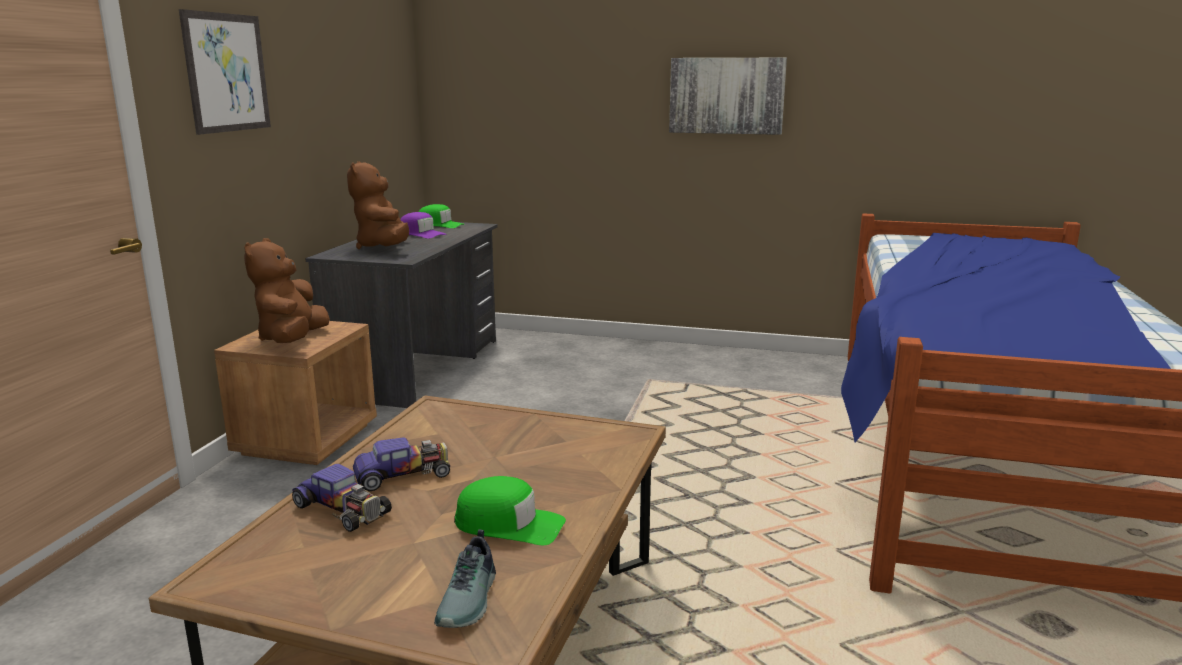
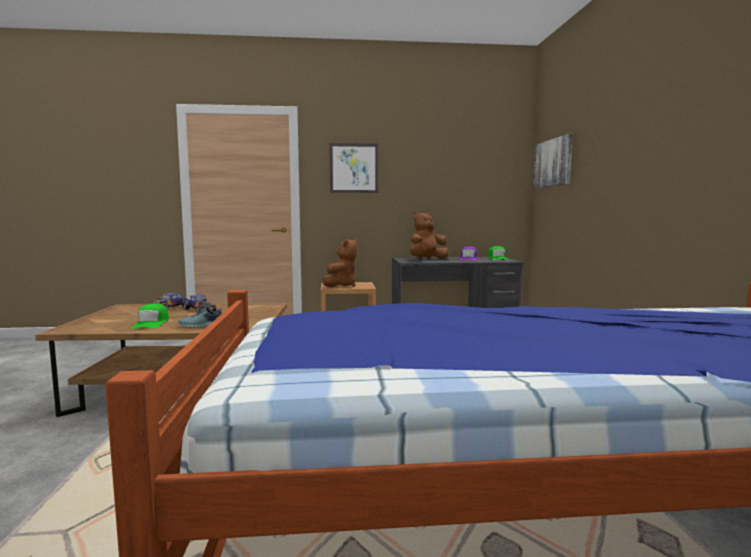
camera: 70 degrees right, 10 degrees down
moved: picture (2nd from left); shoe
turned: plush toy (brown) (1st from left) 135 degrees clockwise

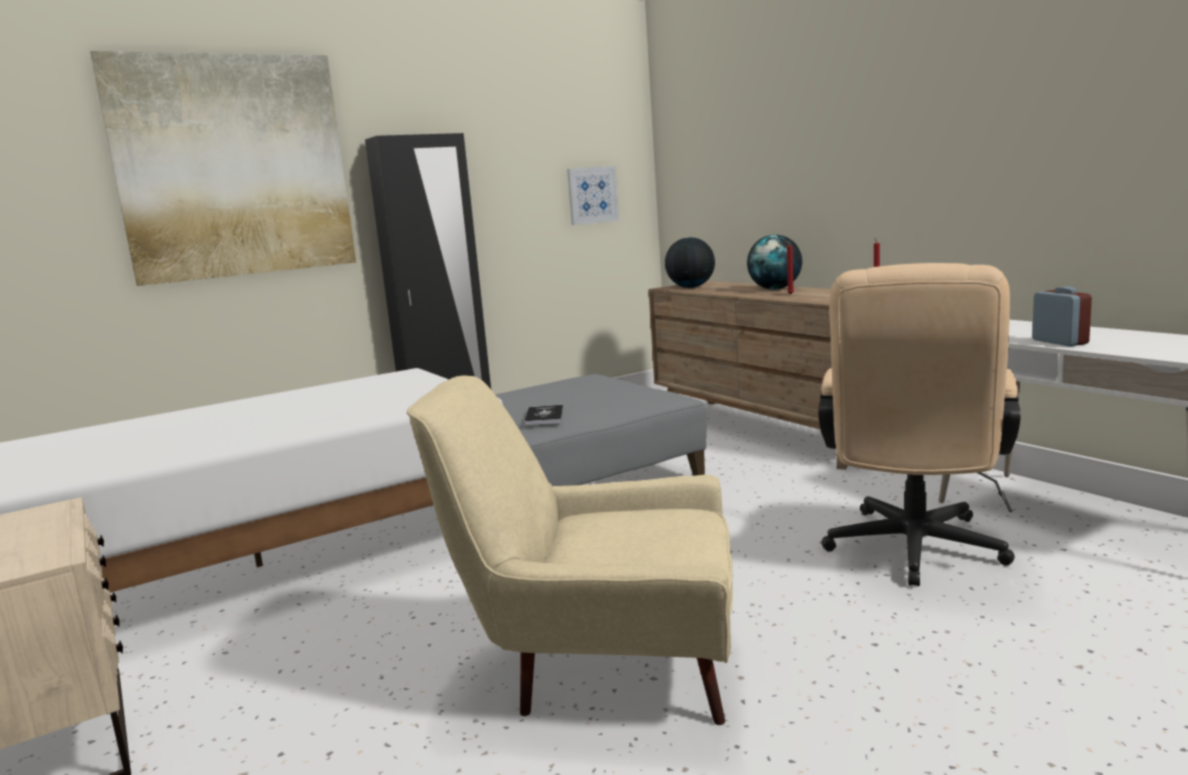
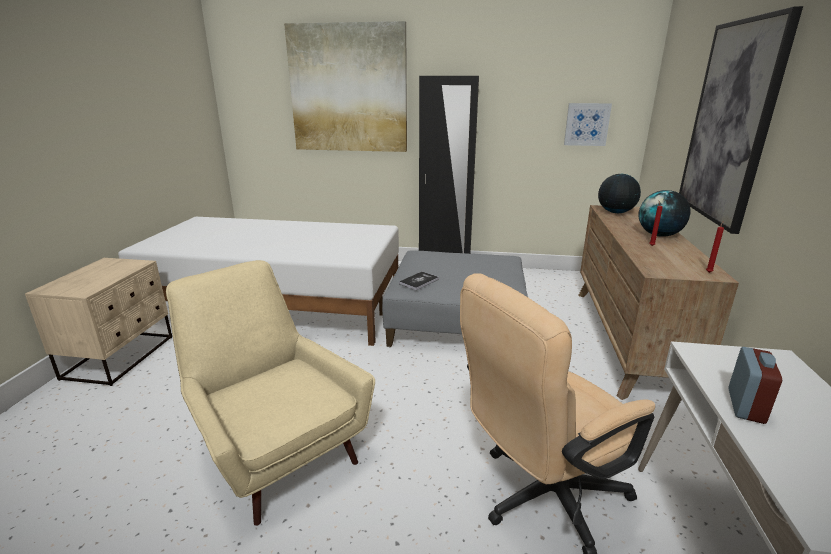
camera: 40 degrees right, 10 degrees up
added: picture (3rd from left)

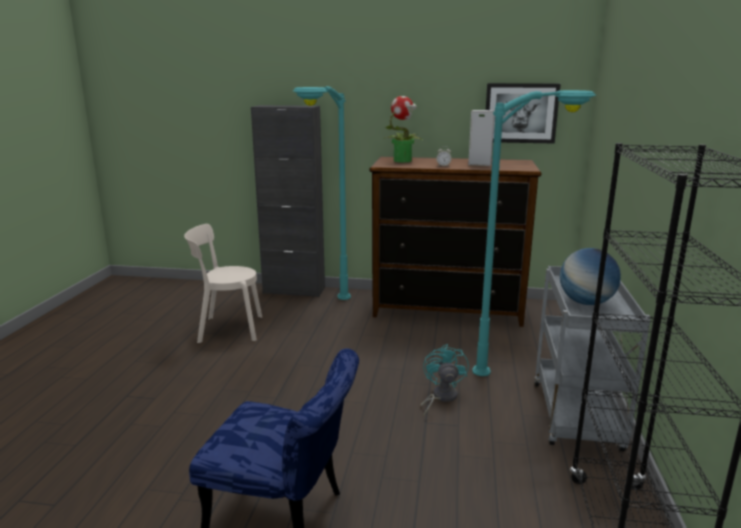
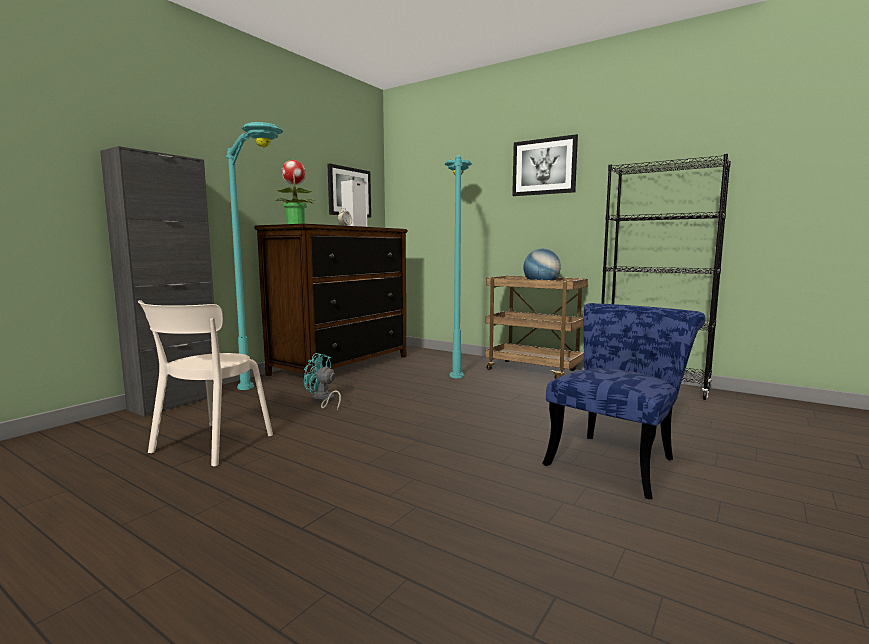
camera: 65 degrees left, 10 degrees down
added: picture (2nd from left)
moved: fan (turquoise)
recoloured: cart (grey) to cart (brown)

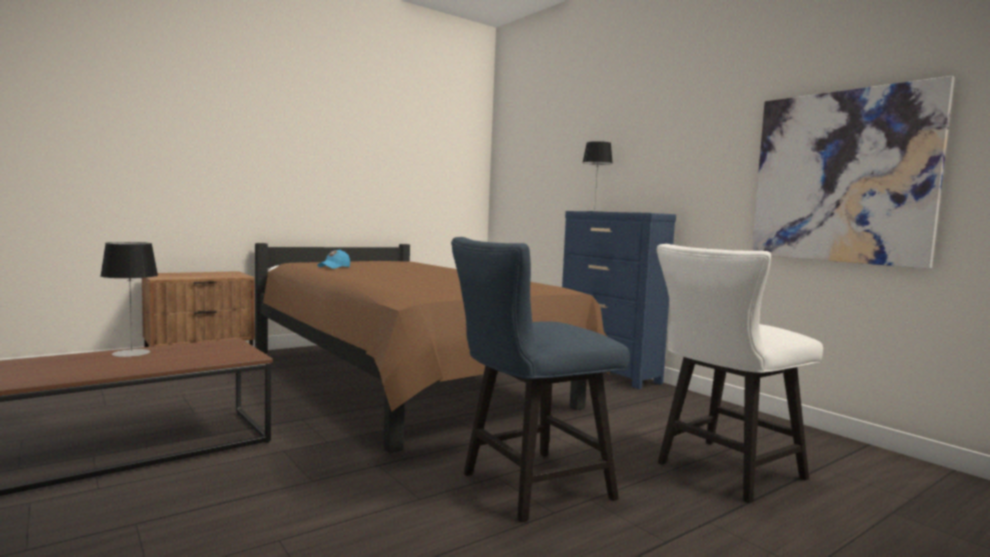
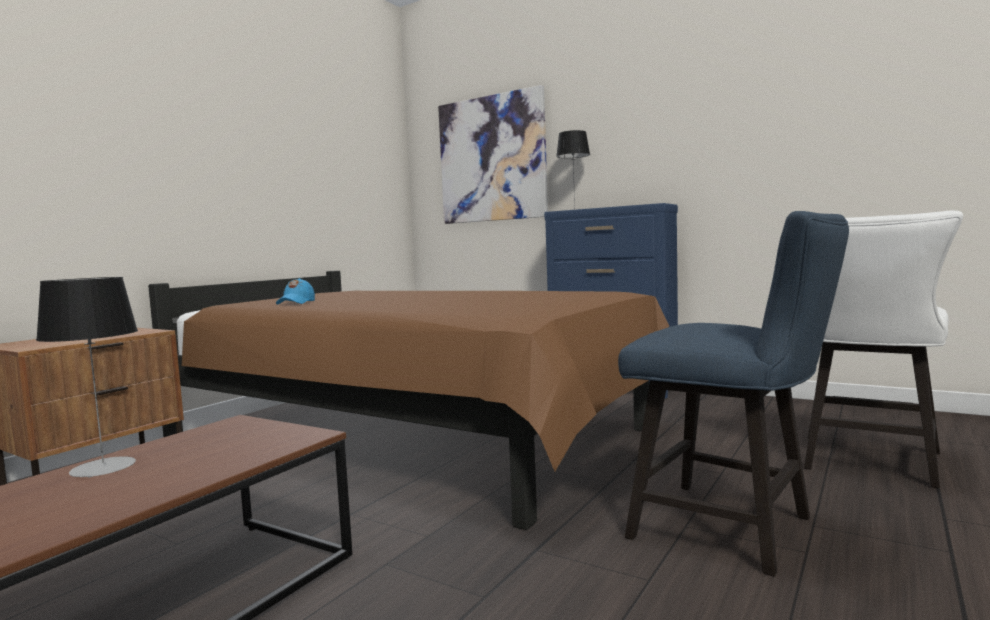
camera: 20 degrees left, 0 degrees up
moved: picture
turned: chair (blue) 90 degrees counterclockwise

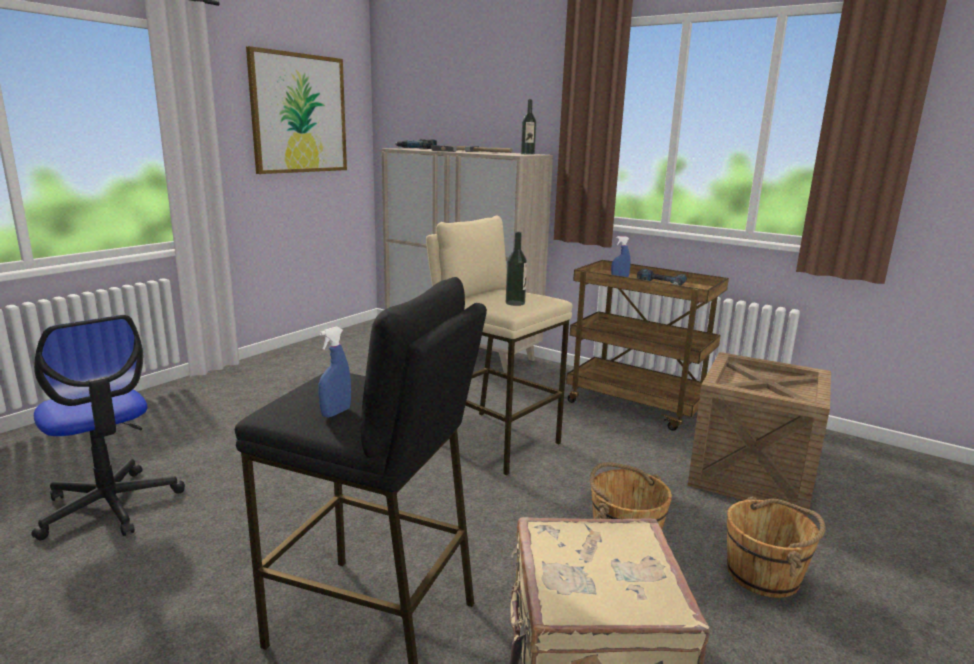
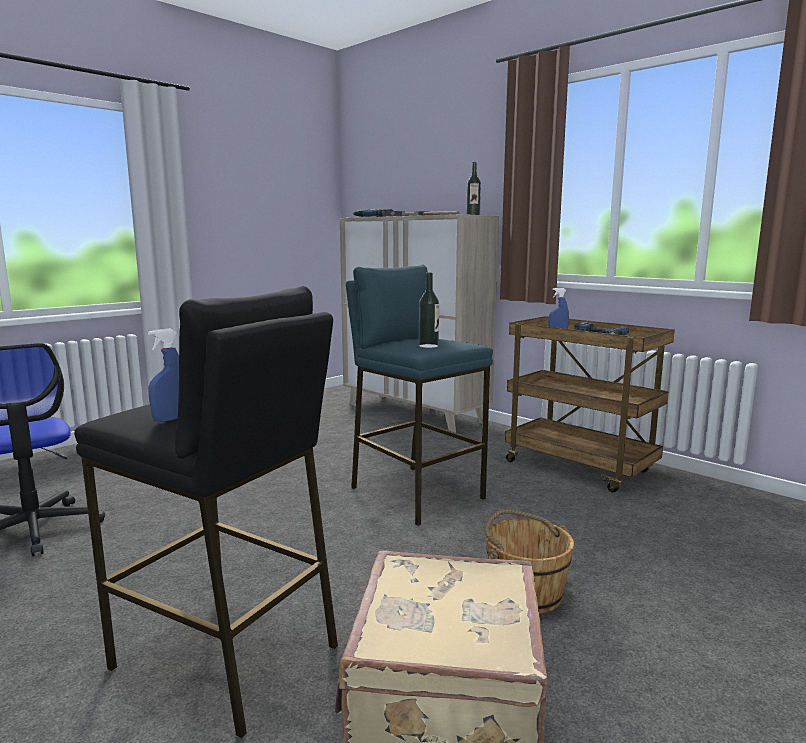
camera: 10 degrees right, 5 degrees down
removed: picture; crate; bucket (brown) (2nd from left)
recoloured: stool (beige) to stool (blue)

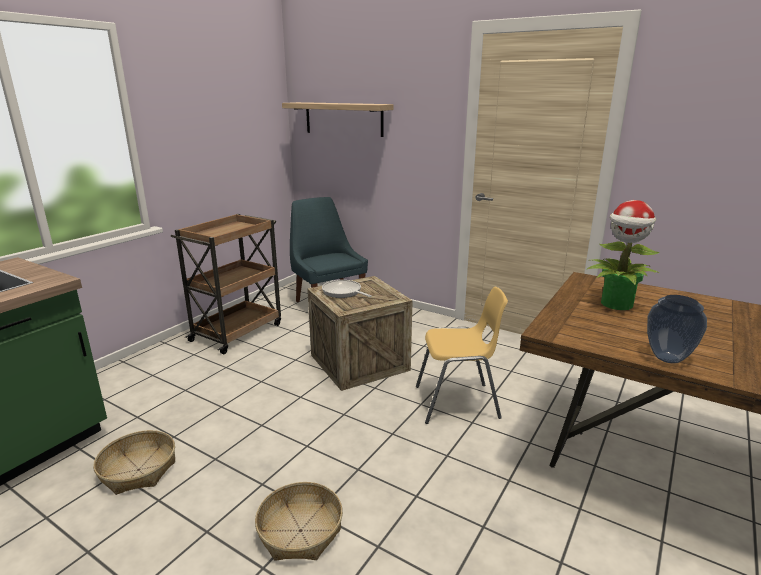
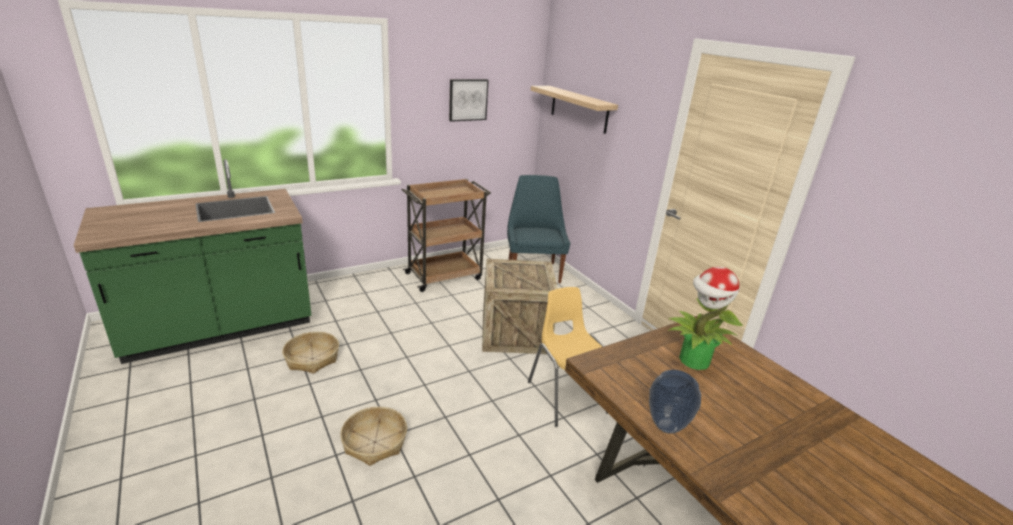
camera: 25 degrees right, 5 degrees up
removed: frying pan
added: picture
turned: chair (yellow) 135 degrees counterclockwise

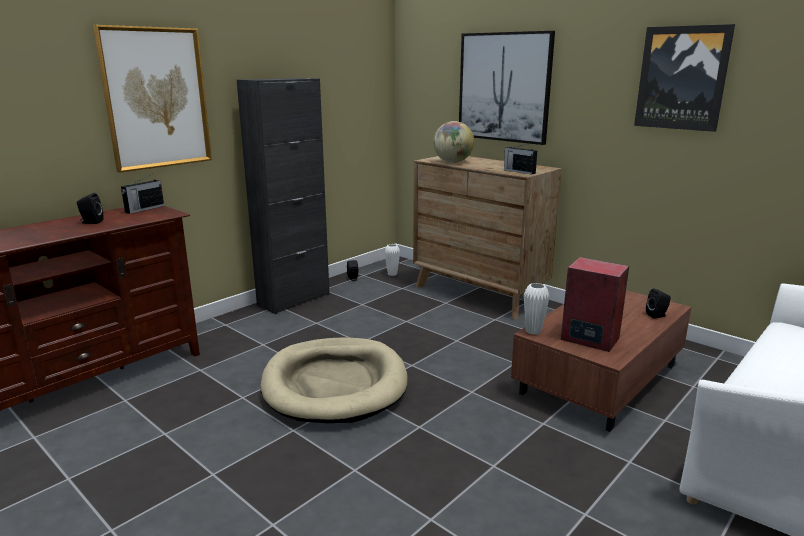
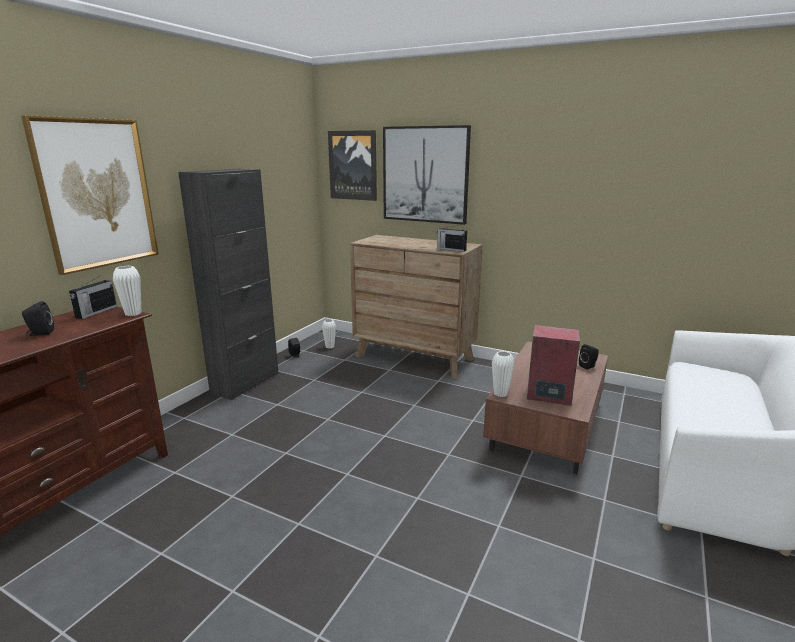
camera: 15 degrees left, 0 degrees up
removed: globe; dog bed (beige)
added: vase (white) (1st from left)
moved: picture (3rd from left in the first image) to picture (2nd from left)

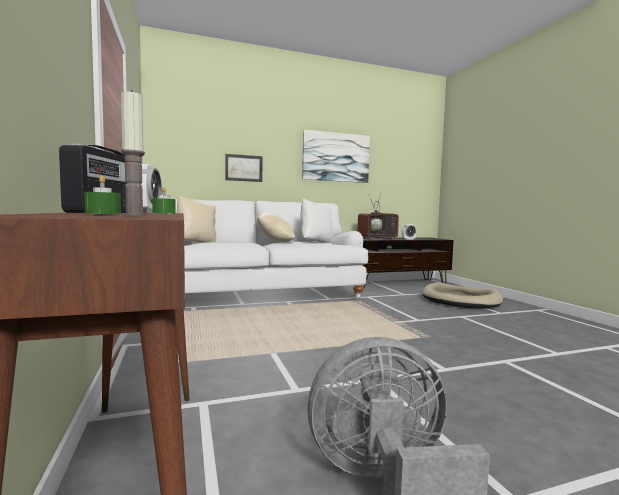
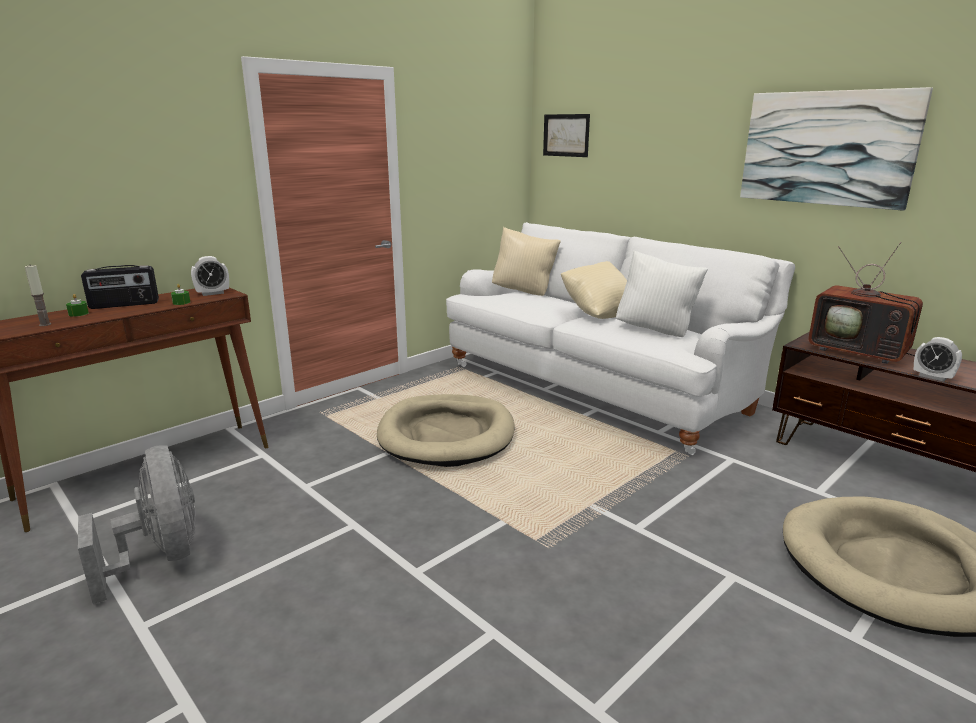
camera: 65 degrees right, 15 degrees up
added: dog bed (beige) (1st from left)
moved: picture (1st from left)

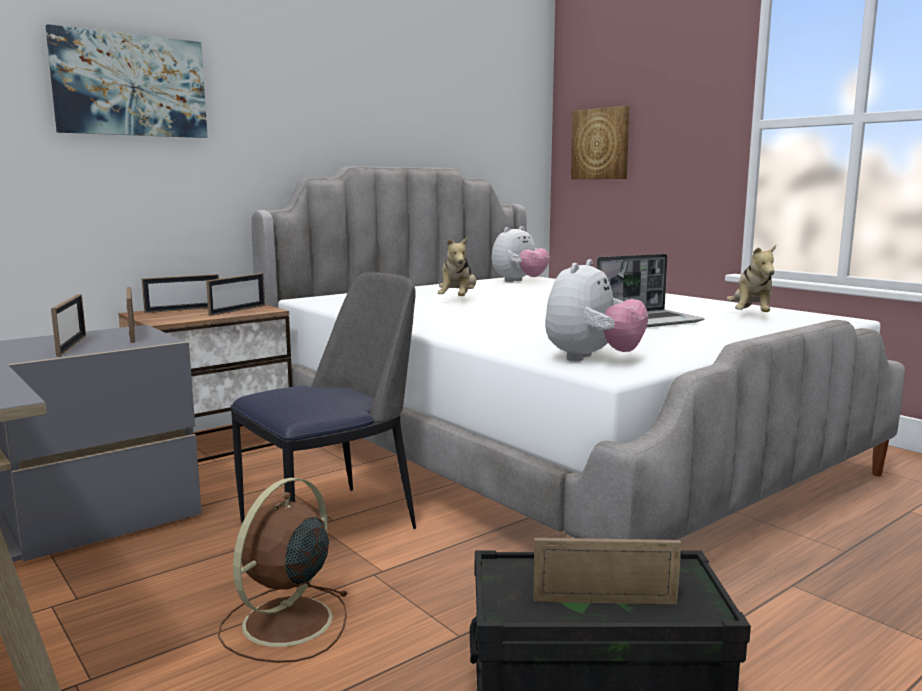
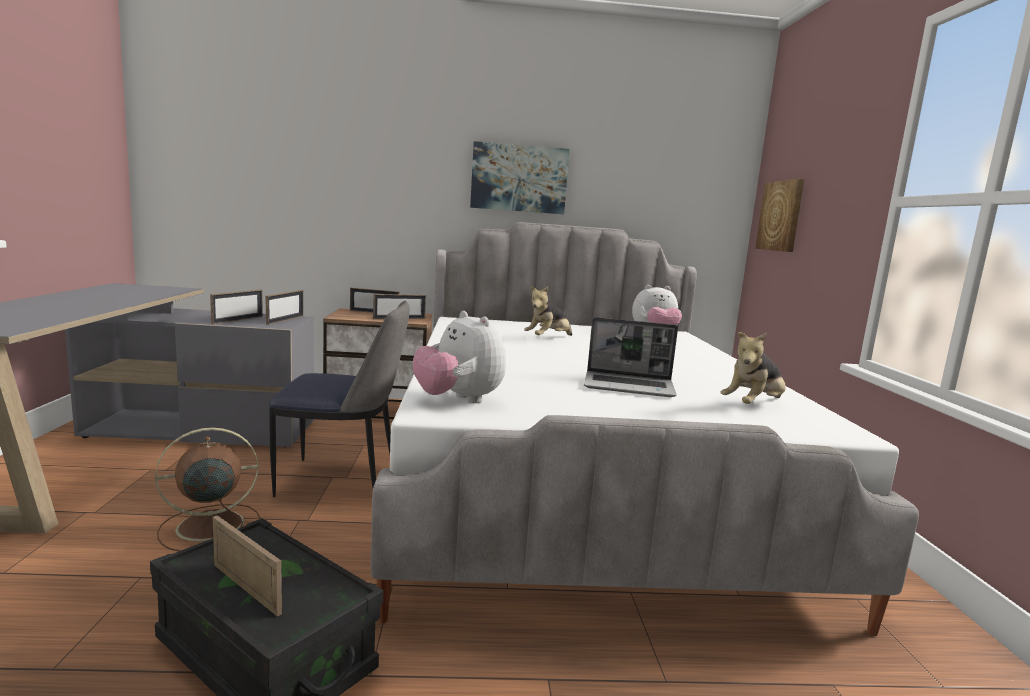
camera: 35 degrees right, 0 degrees up
moved: picture (1st from left)
turned: plush toy (3rd from left in the first image) 75 degrees clockwise

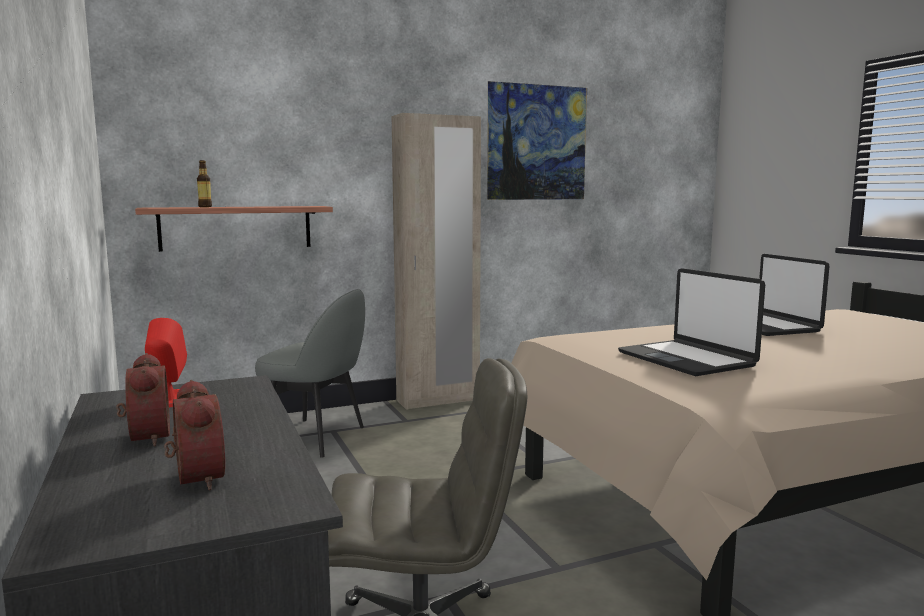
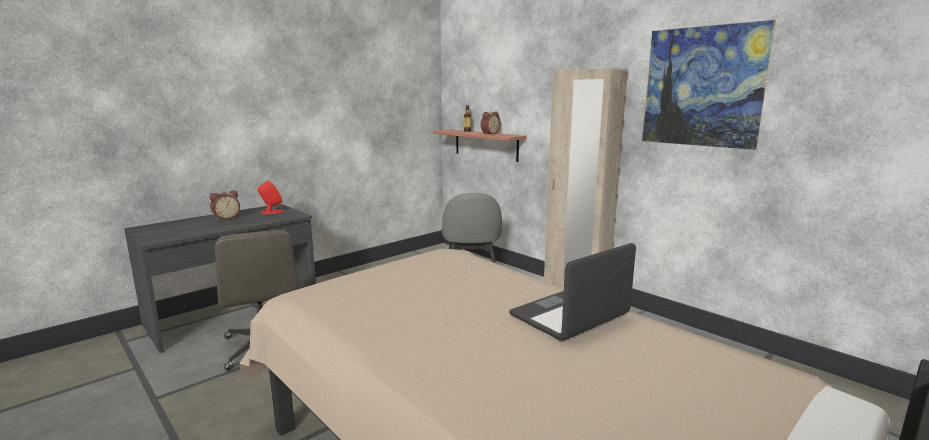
camera: 70 degrees right, 5 degrees up
removed: laptop (1st from left)
moved: alarm clock (2nd from left)

